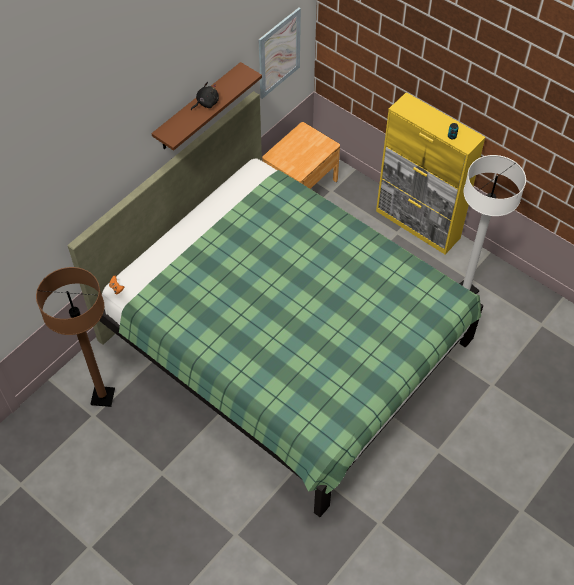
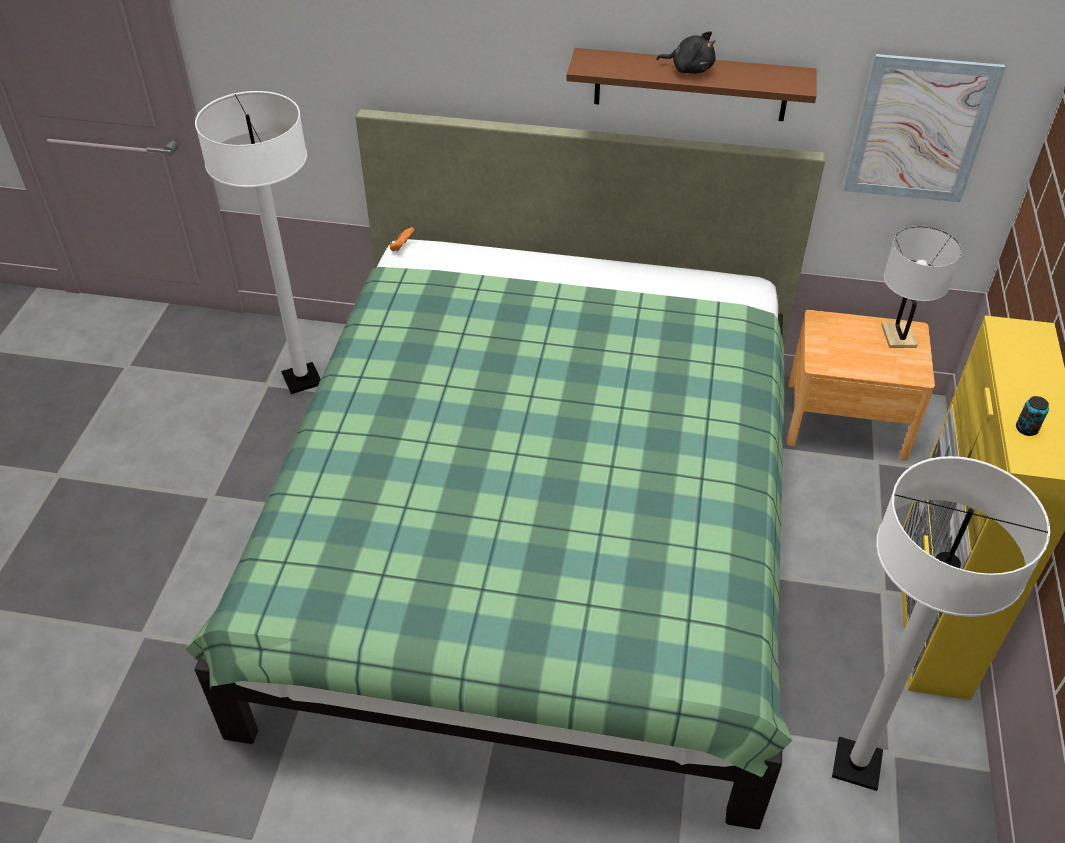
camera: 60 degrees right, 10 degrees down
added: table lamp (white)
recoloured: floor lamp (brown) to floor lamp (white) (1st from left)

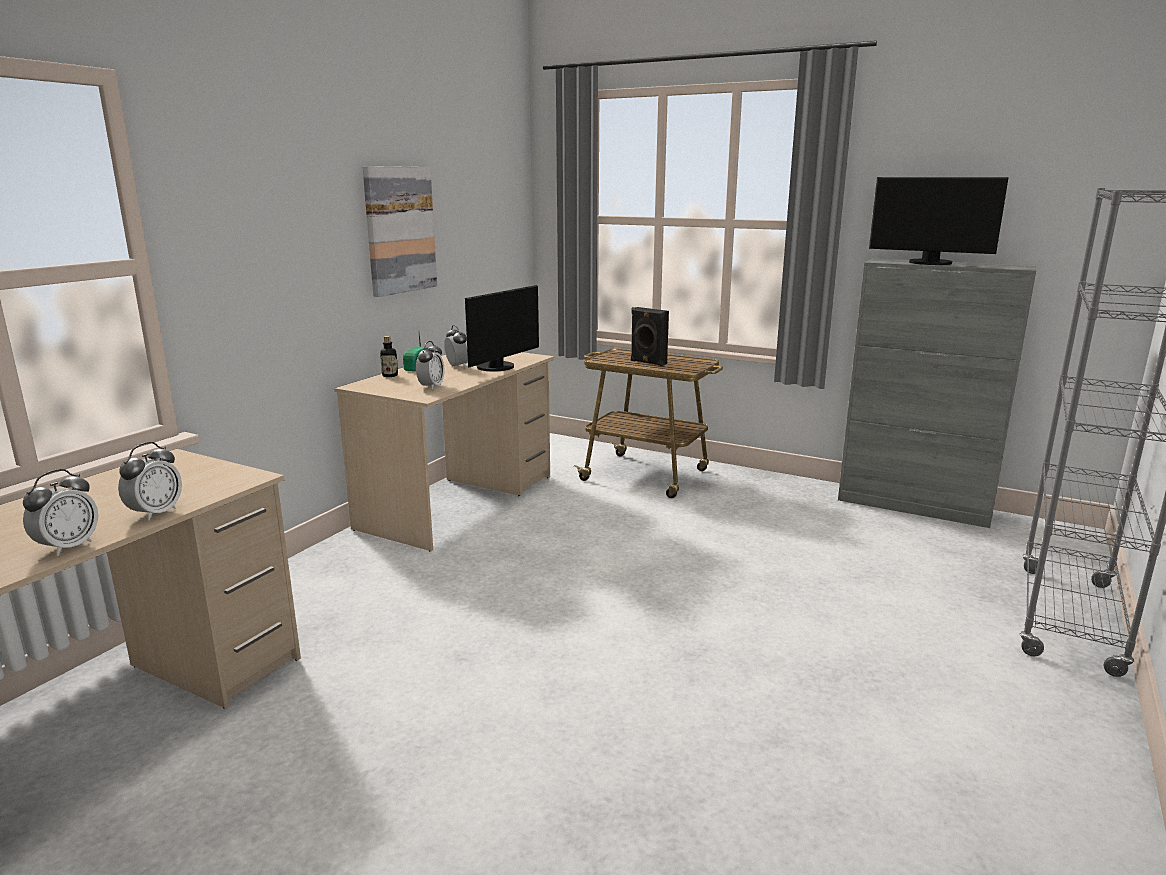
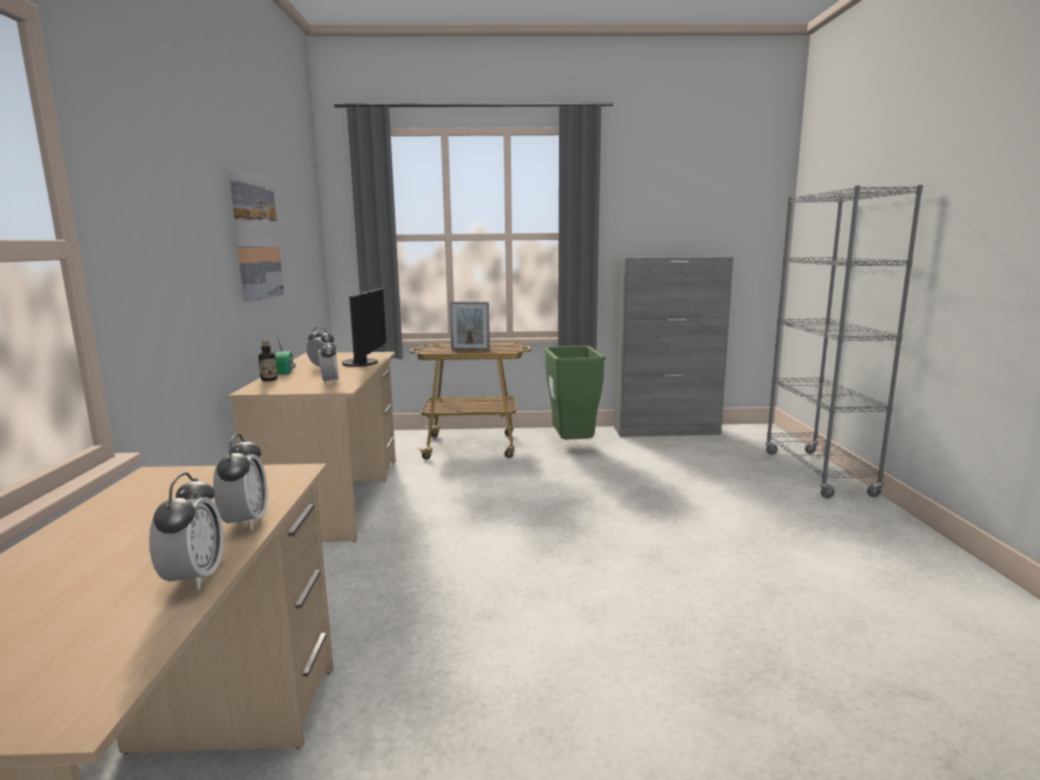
camera: 30 degrees left, 5 degrees down
removed: monitor (2nd from left)
added: trash can (green)
replaced: speaker (black) to picture frame

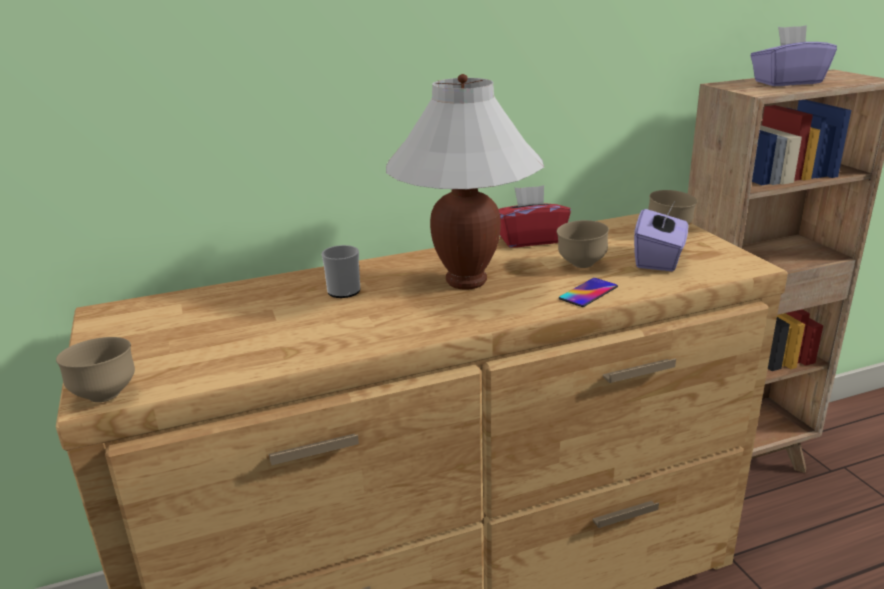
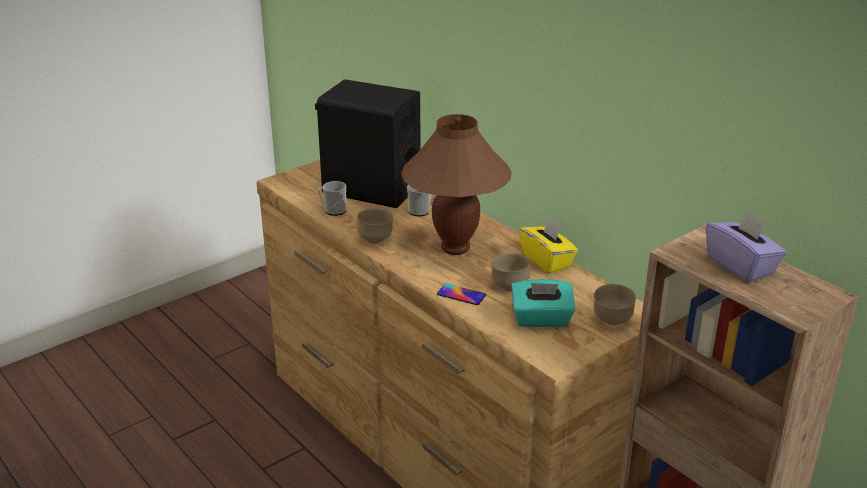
camera: 70 degrees right, 5 degrees up
added: speaker (black); mug (1st from left)
moved: bowl (brown) (1st from left)
recoloured: table lamp (white) to table lamp (brown); tissue box (red) to tissue box (yellow); tissue box (purple) (1st from left) to tissue box (turquoise)

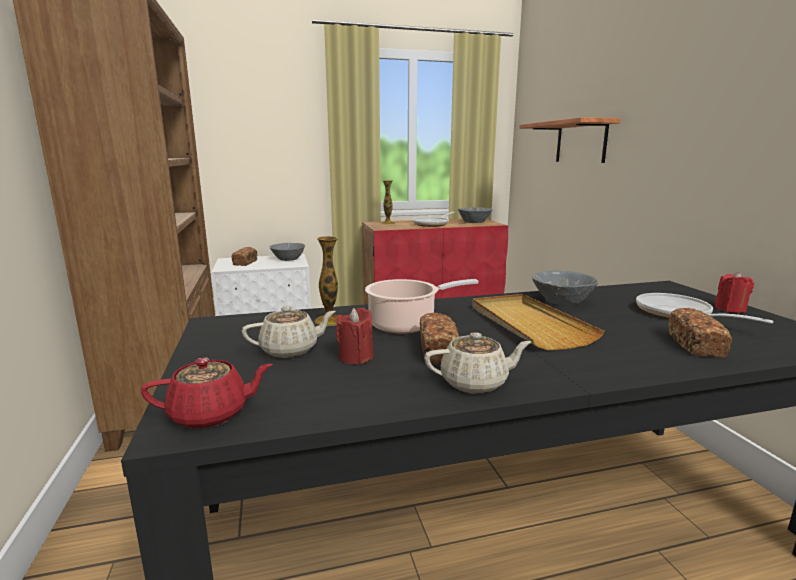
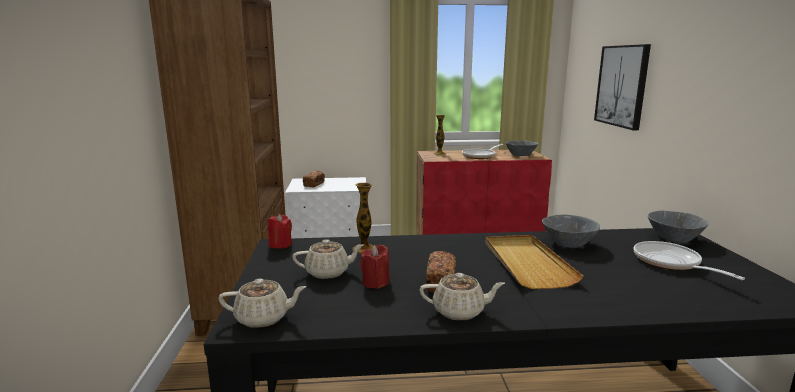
camera: 10 degrees right, 0 degrees up
removed: cooking pot; bread (3rd from left)
moved: bowl (grey) (1st from left in the first image) to bowl (grey) (3rd from left); candle (red) (2nd from left in the first image) to candle (red) (1st from left)
replaced: shelf to picture
recoloured: teapot (red) to teapot (beige) (1st from left)

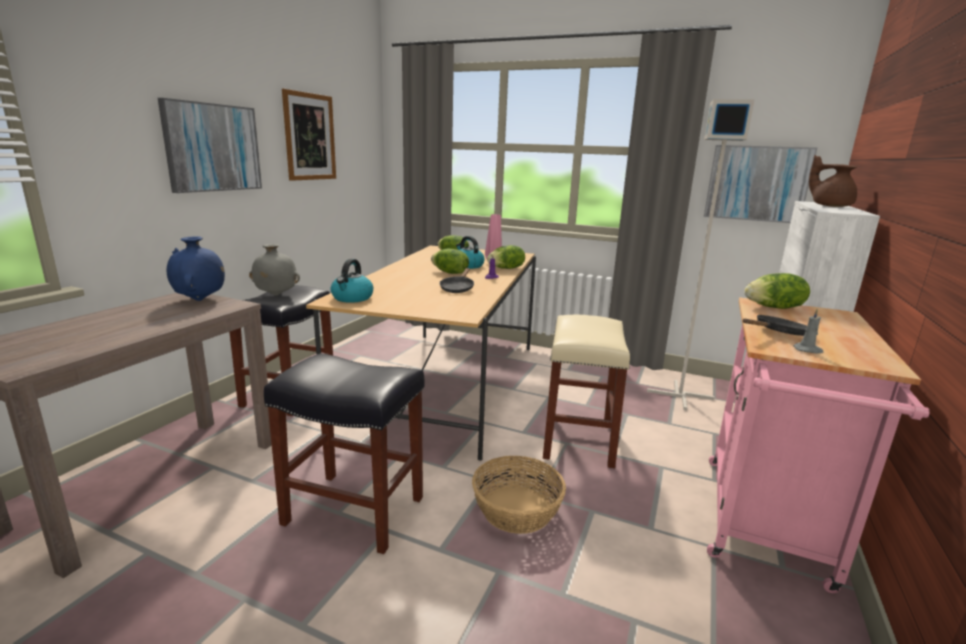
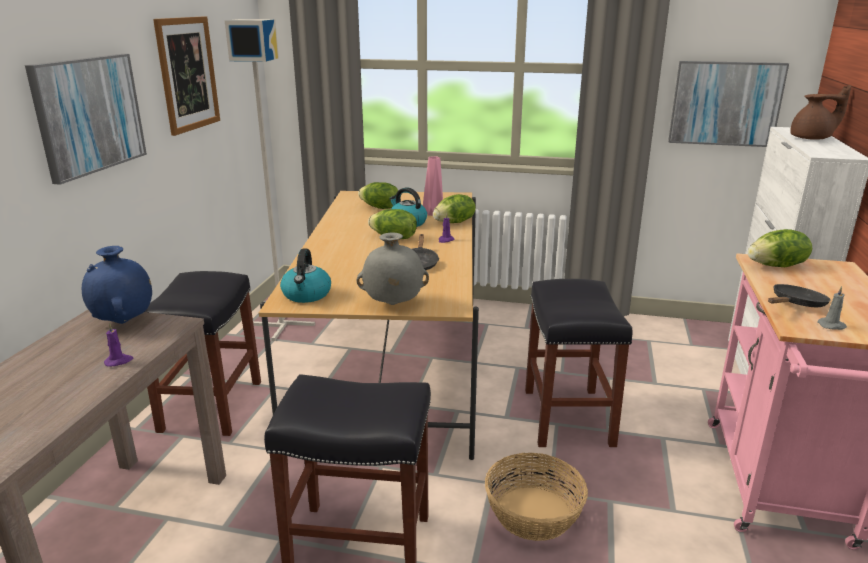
camera: 10 degrees left, 5 degrees up
added: candle (purple) (1st from left)
moved: floor lamp (grey); vase (grey)
recoloured: stool (beige) to stool (black) (3rd from left)
turned: teapot (brown) 135 degrees clockwise

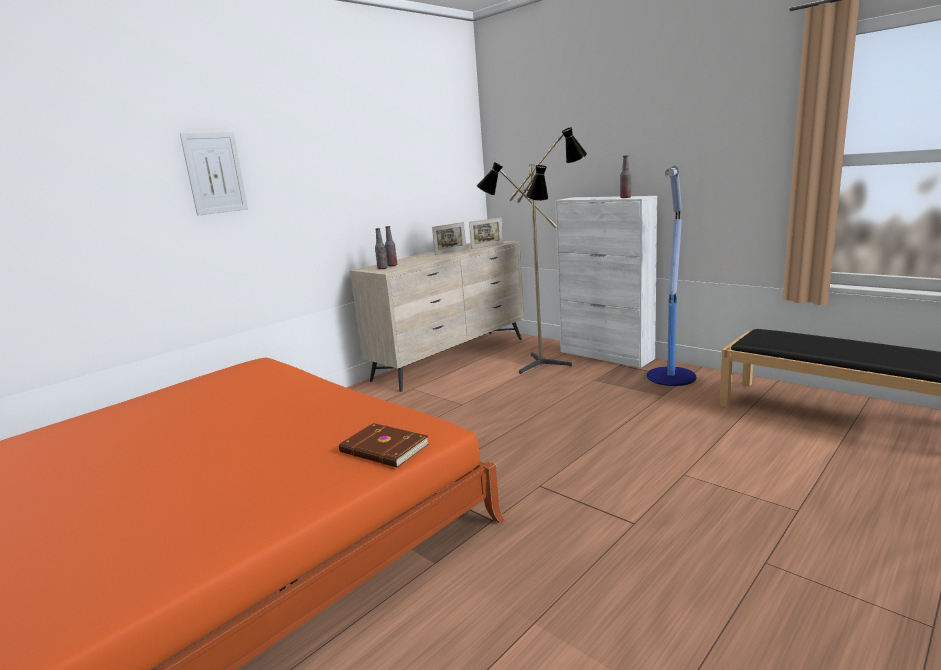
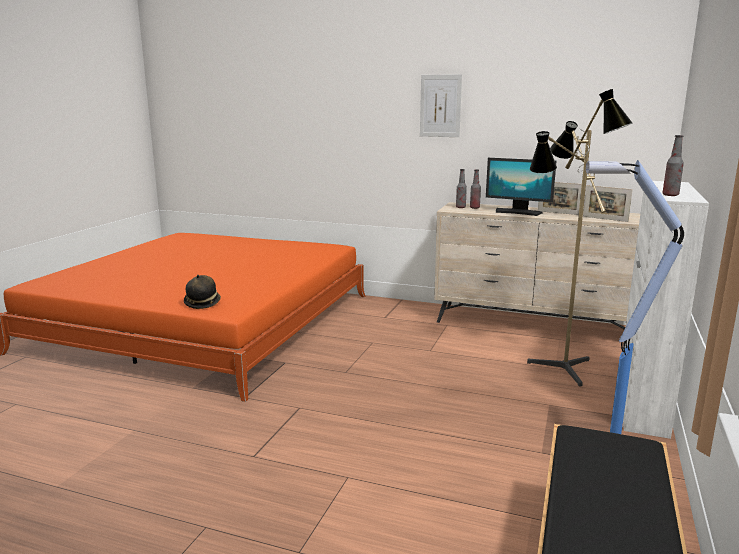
camera: 65 degrees right, 0 degrees up
added: monitor
moved: picture
replaced: book (brown) to hat

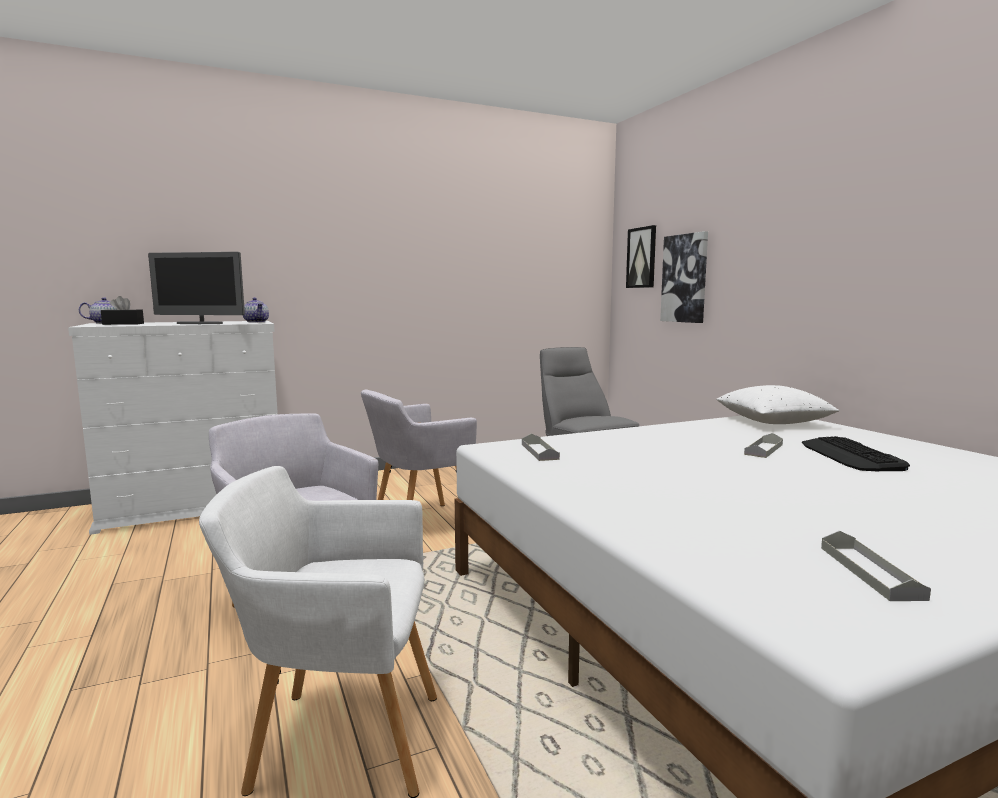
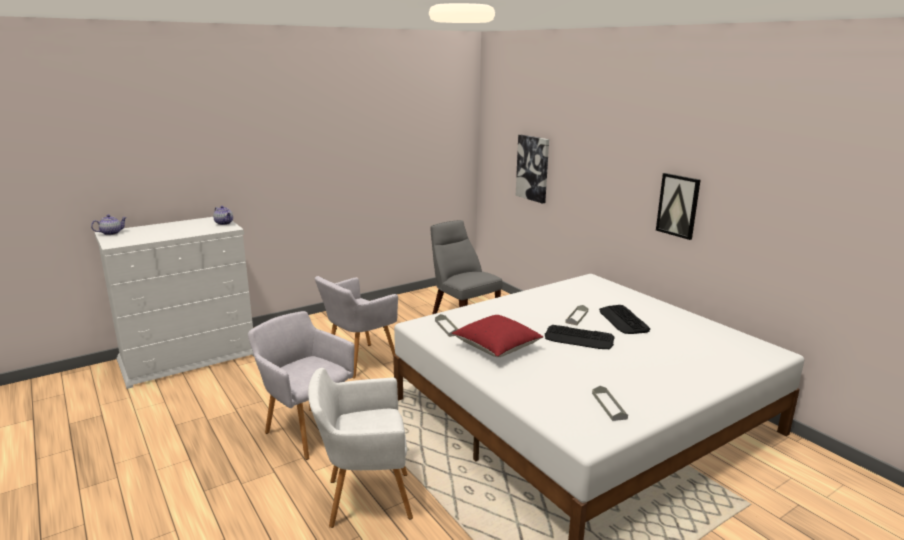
camera: 10 degrees left, 10 degrees up
removed: monitor; tissue box (black); pillow (white)
added: pillow (red); keyboard (1st from left)
moved: picture (1st from left in the first image) to picture (2nd from left)

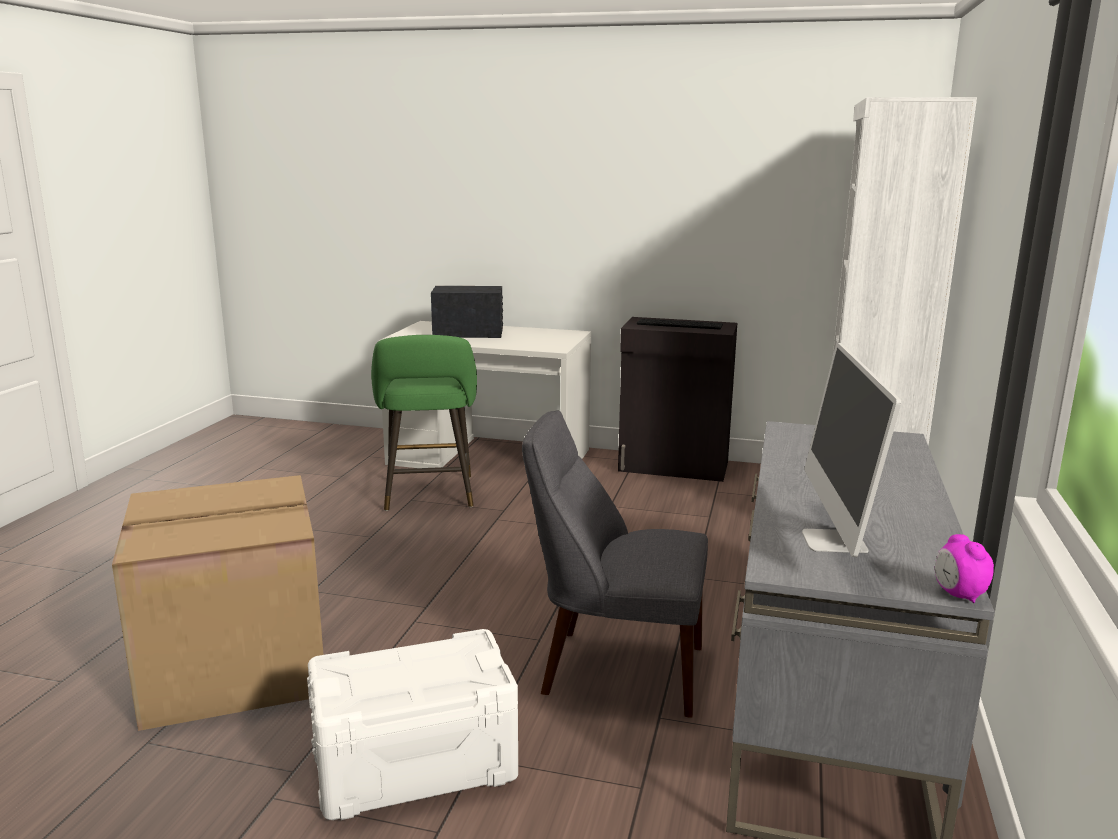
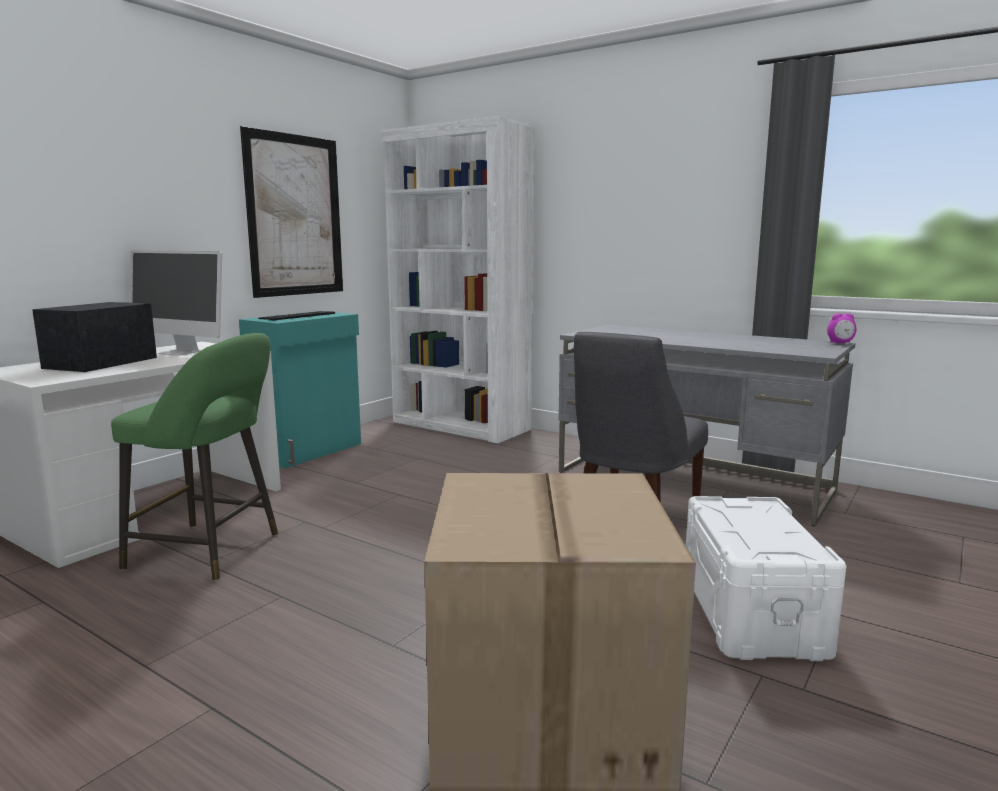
camera: 70 degrees left, 5 degrees down
added: picture
moved: monitor
recoloured: cabinet (black) to cabinet (turquoise)

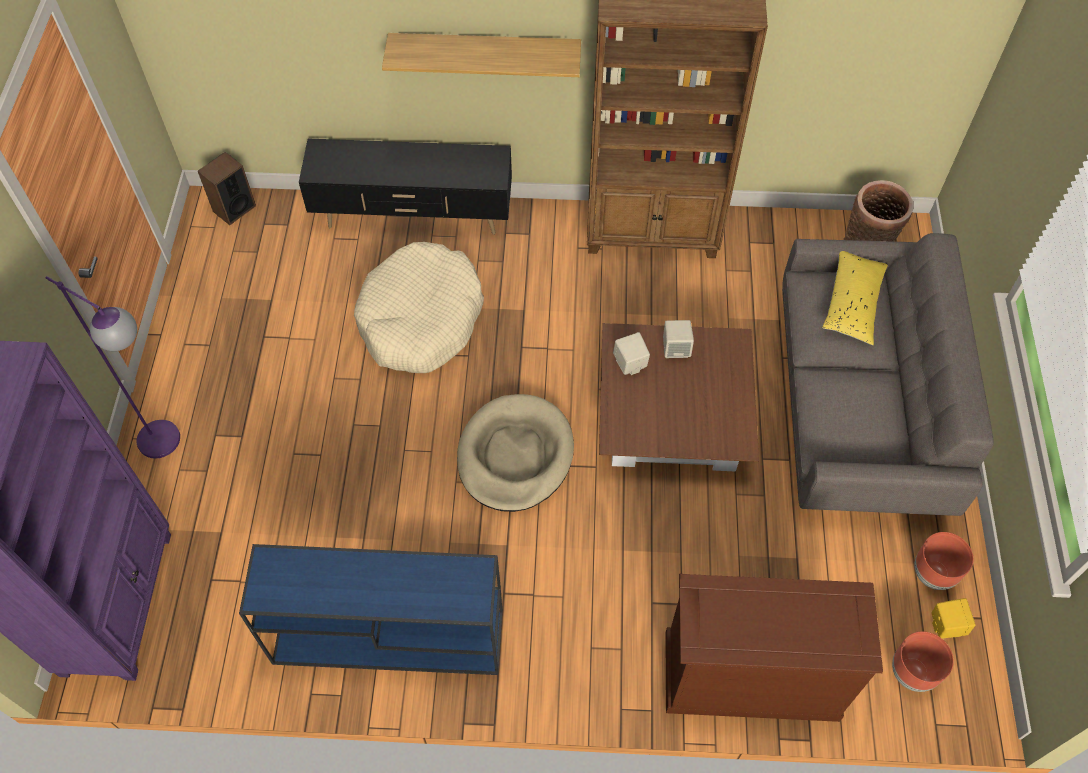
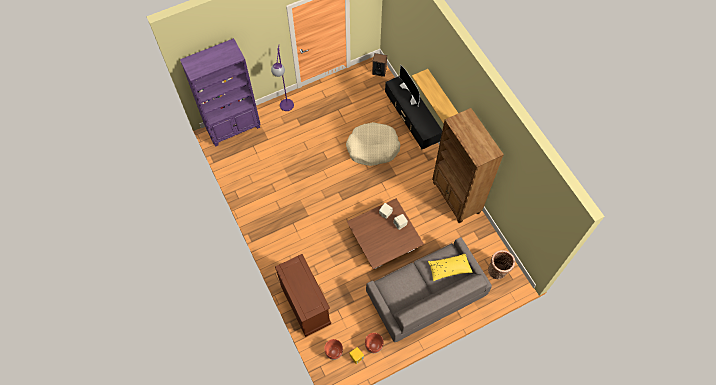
camera: 60 degrees right, 5 degrees up
removed: dog bed (beige) (2nd from left); console table (blue)
added: television

